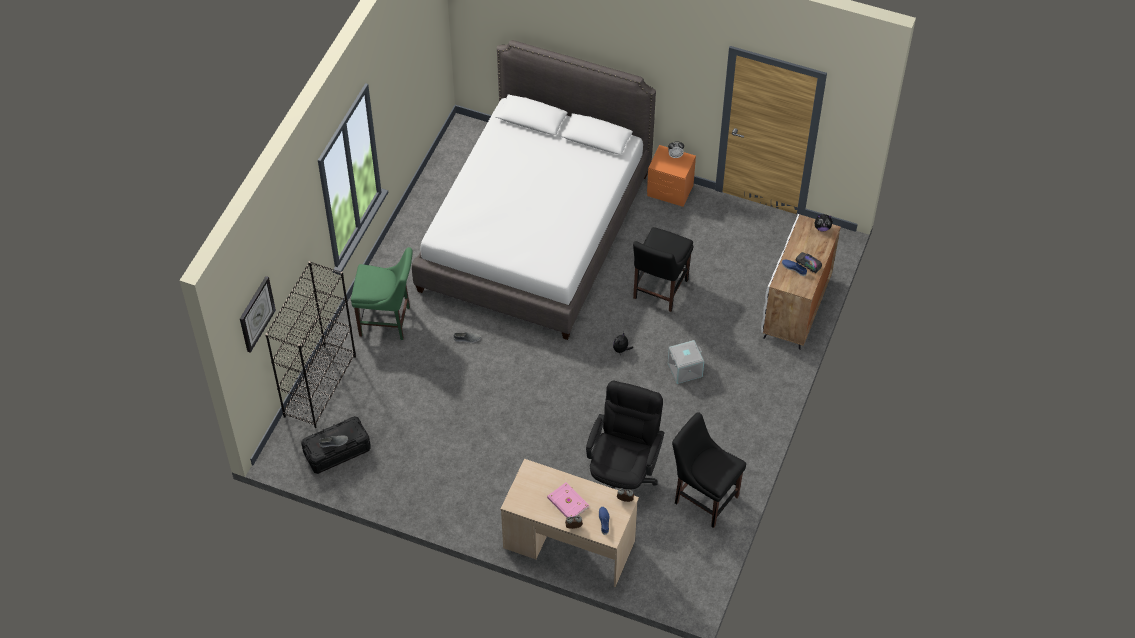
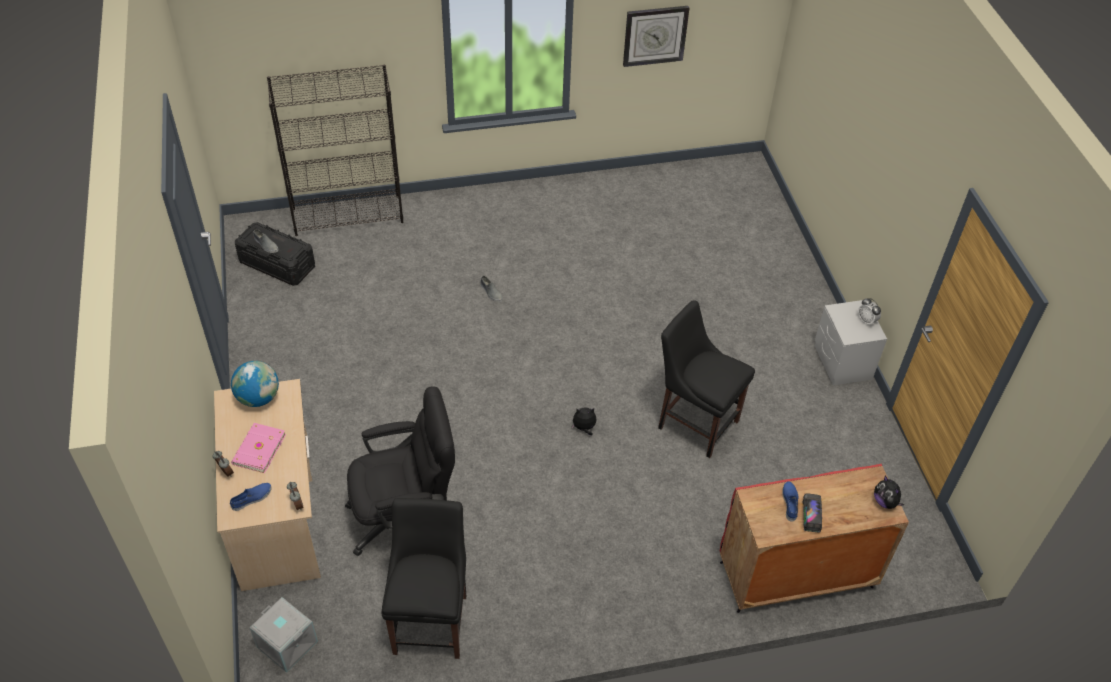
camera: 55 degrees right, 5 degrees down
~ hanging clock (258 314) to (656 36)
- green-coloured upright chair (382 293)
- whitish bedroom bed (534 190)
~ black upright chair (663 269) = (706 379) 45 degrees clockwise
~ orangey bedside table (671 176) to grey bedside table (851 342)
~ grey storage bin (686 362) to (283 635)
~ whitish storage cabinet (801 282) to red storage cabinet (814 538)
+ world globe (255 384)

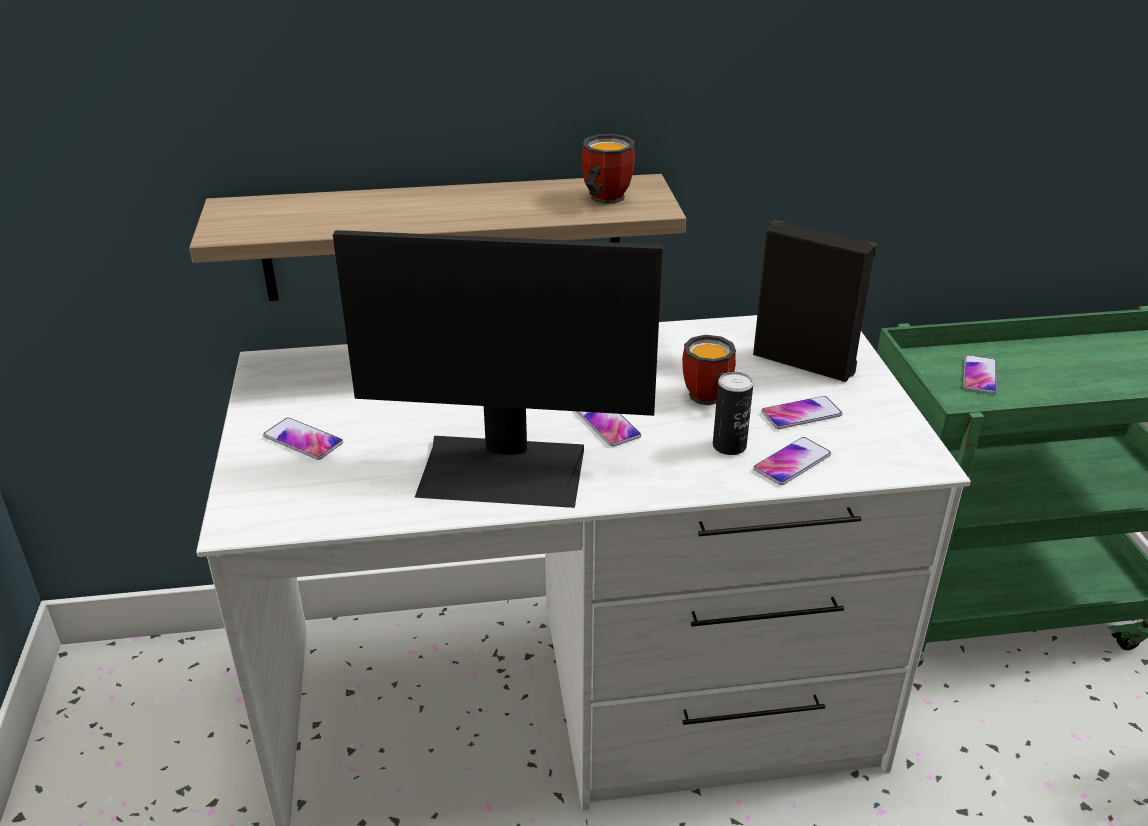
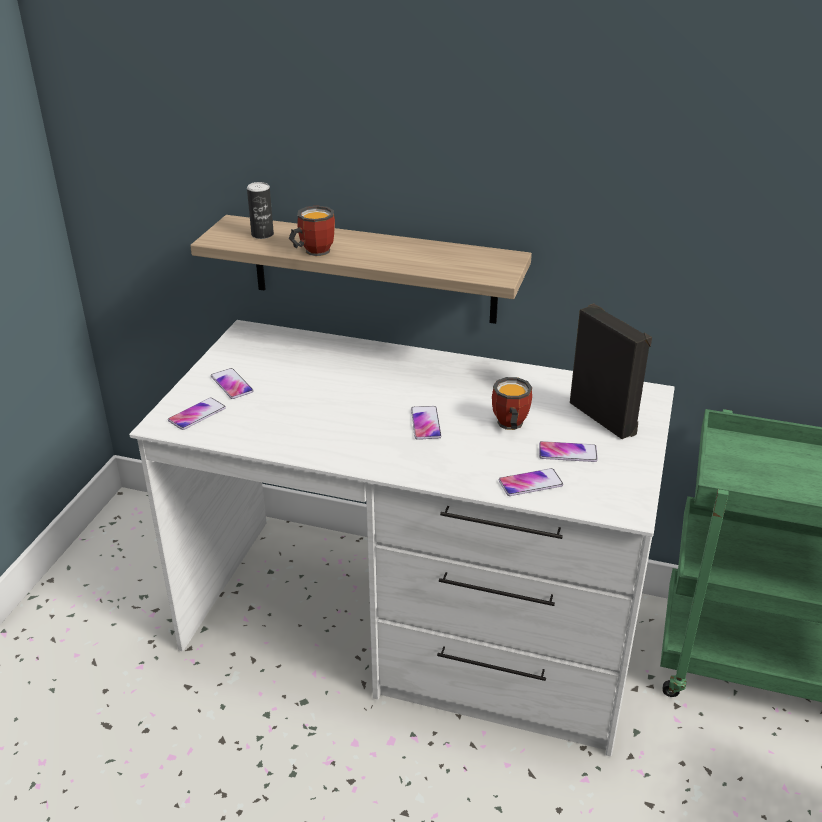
camera: 25 degrees right, 0 degrees up
- monitor (498 369)
~ tea mug (608 169) to (312 230)
~ metal can (733 413) to (260 210)
~ handset (980 374) to (197 413)

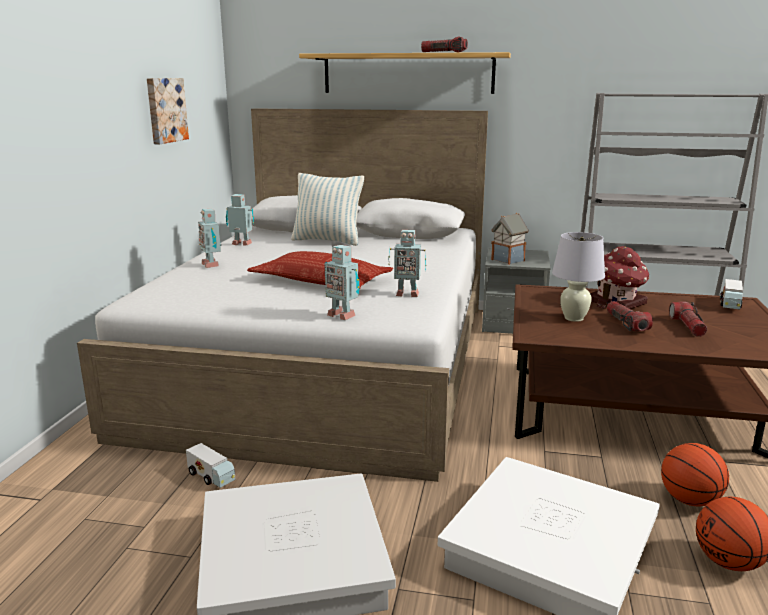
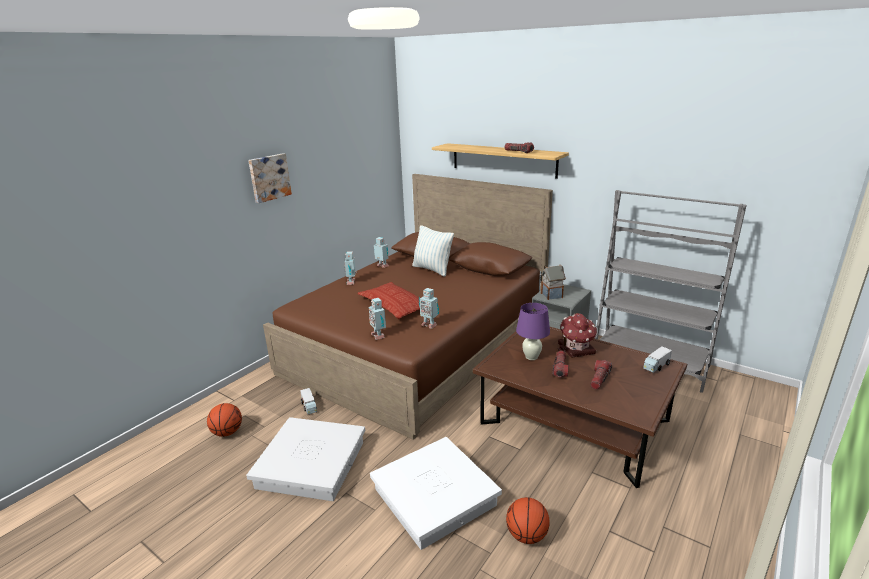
camera: 25 degrees right, 5 degrees up
~ whitish bedroom bed (282 295) to brown-coloured bedroom bed (408 307)
~ picture (168 111) to (270 178)
~ whitish tabletop lamp (578 277) to purple-coloured tabletop lamp (533 331)
~ basketball (695 474) to (224 420)

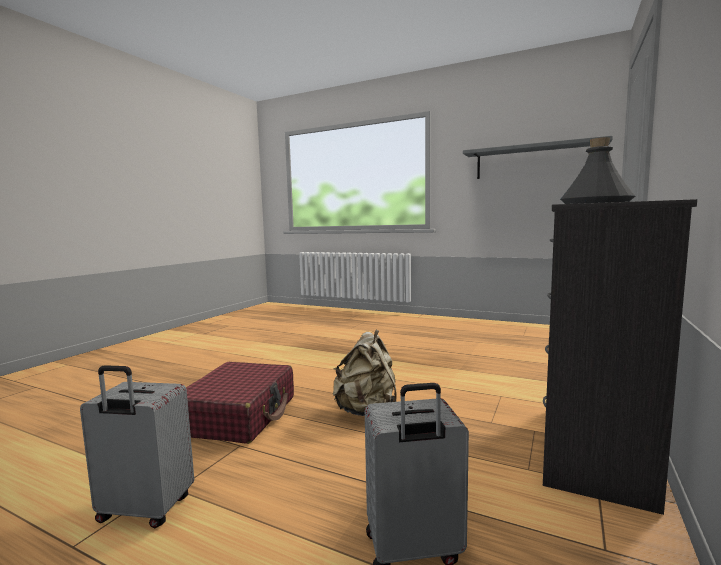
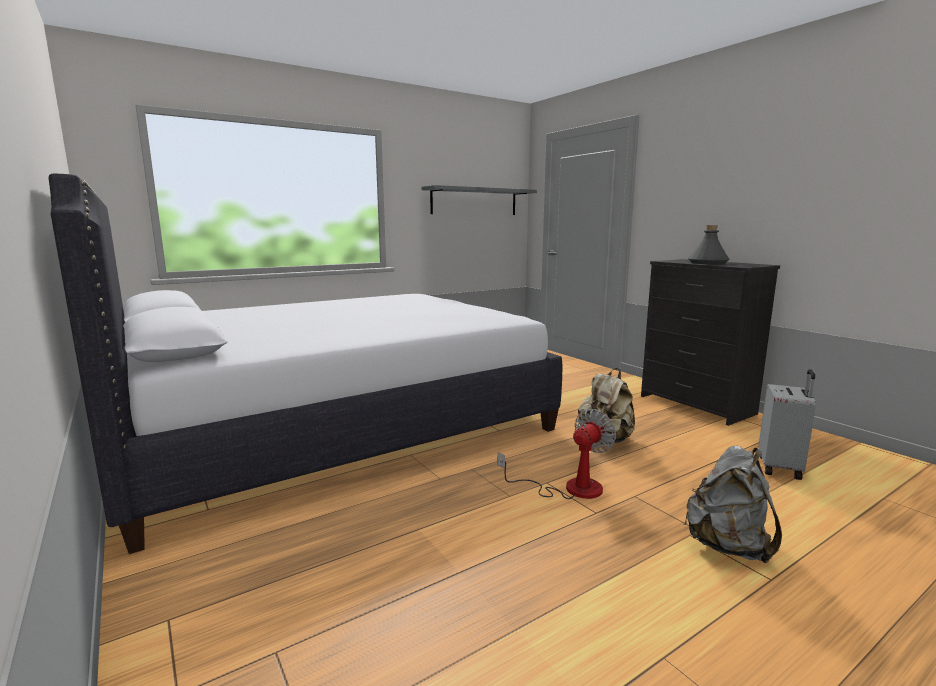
camera: 60 degrees left, 5 degrees up
~ grey travel case (137 446) to grey knapsack (733 504)
~ red travel case (240 403) to electric fan (556 454)
+ whitish bedroom bed (305 363)

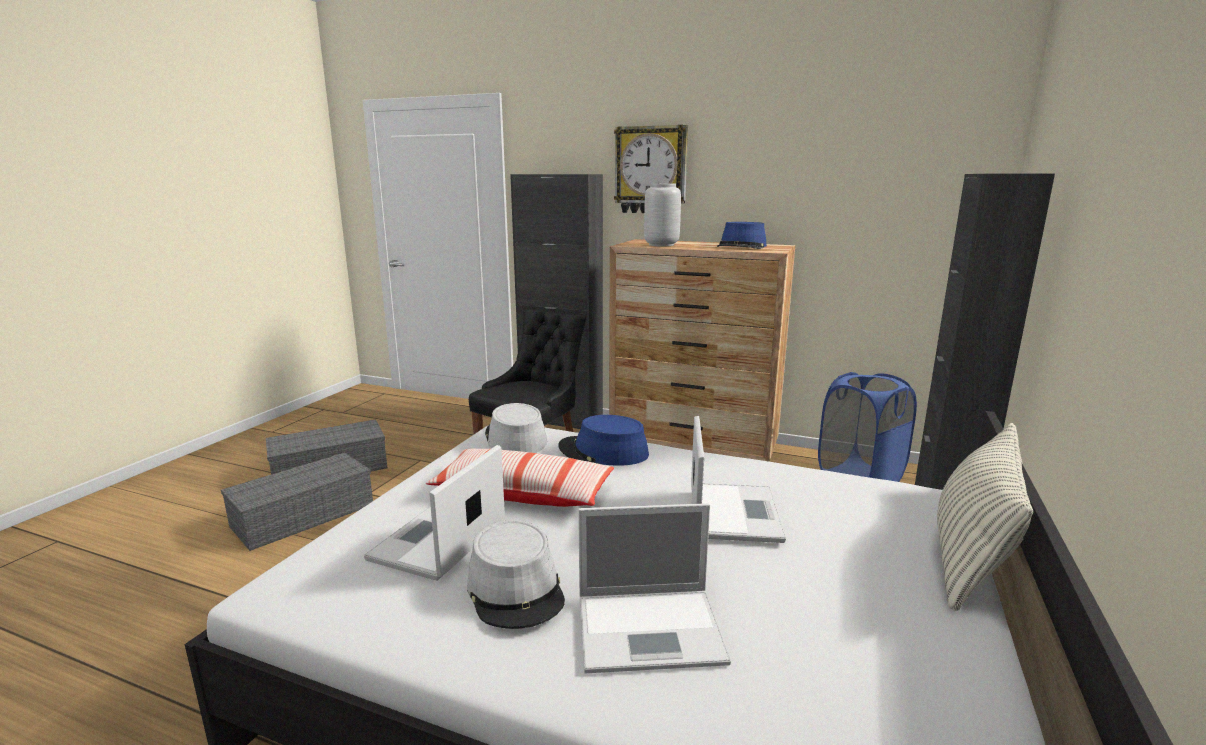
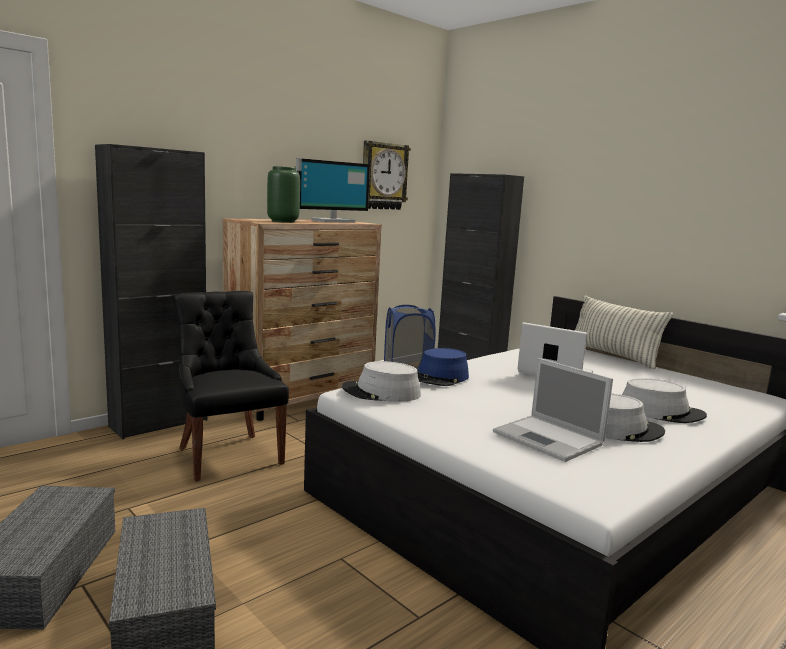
camera: 65 degrees left, 5 degrees down
- pillow (520 478)
~ notebook computer (654 588) to grey clothing hat (664 400)
~ hanging clock (651 169) to (387 175)
~ grey vase (662 215) to green-coloured vase (283 194)
~ bluish clothing hat (742 235) to monitor (333 190)

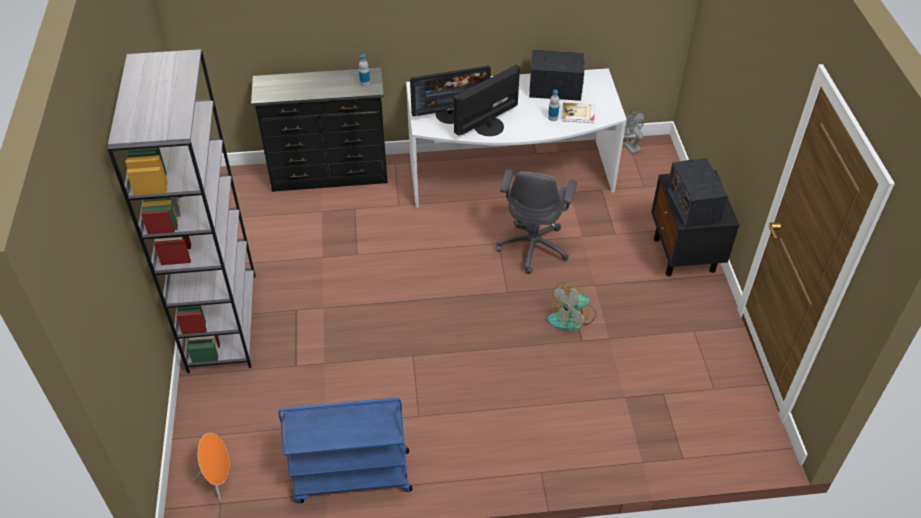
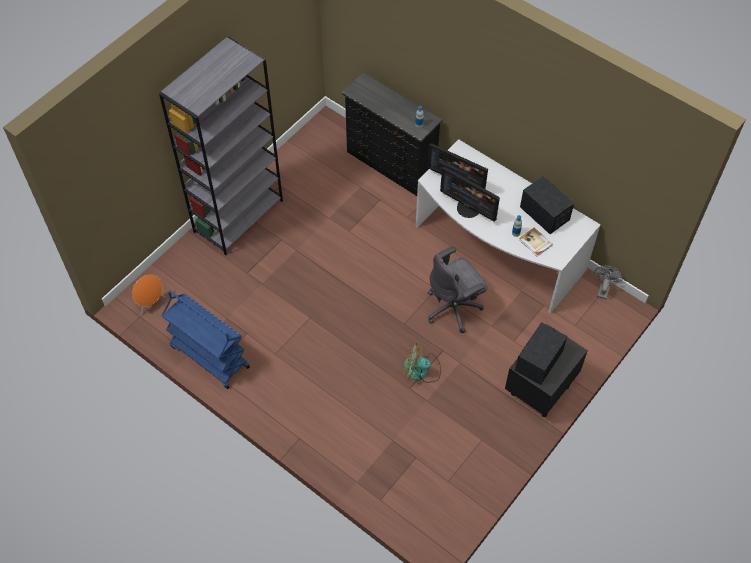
camera: 45 degrees right, 10 degrees up
~ monitor (487 100) = (470 194) 150 degrees counterclockwise

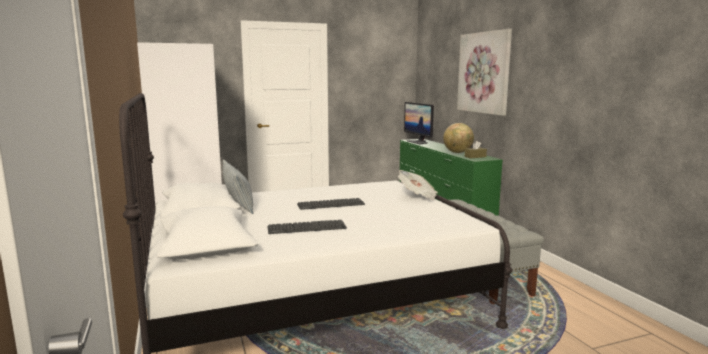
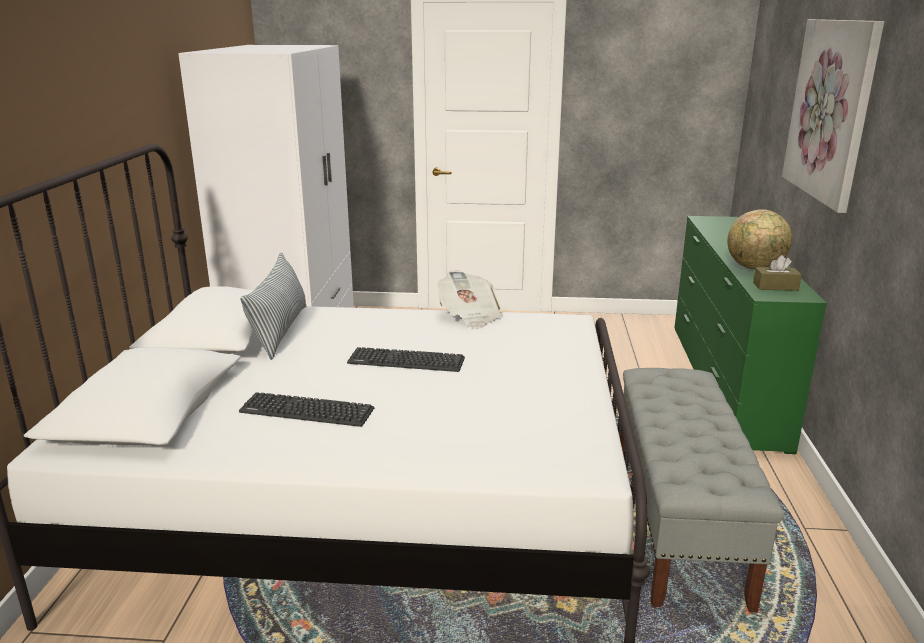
camera: 25 degrees right, 10 degrees up
~ daily paper (418 185) to (470 299)
- monitor (419 123)

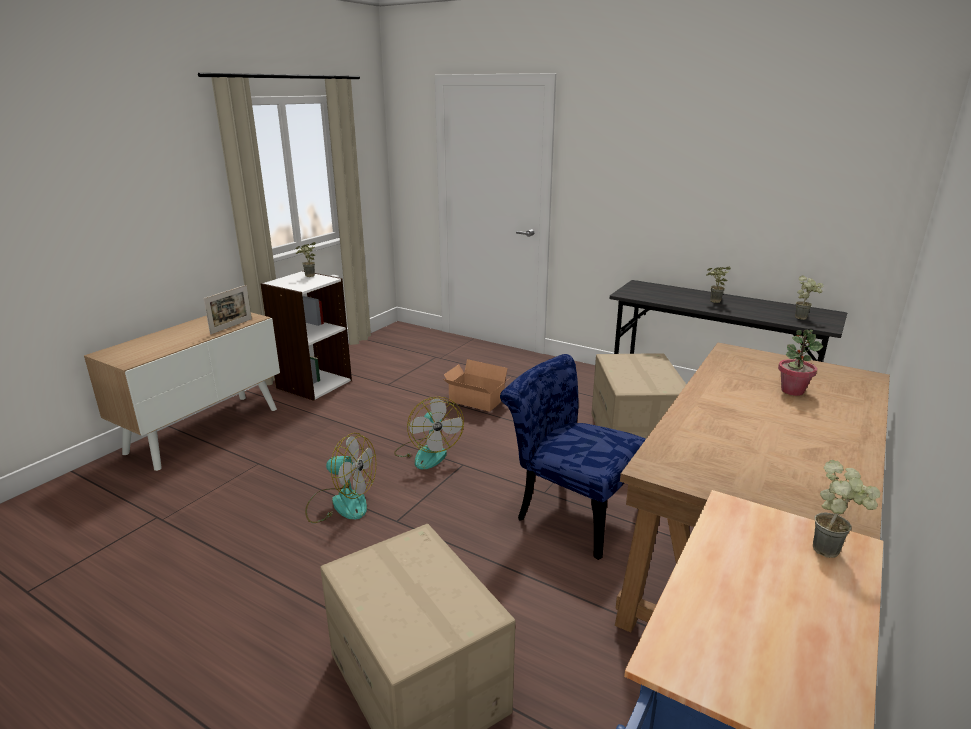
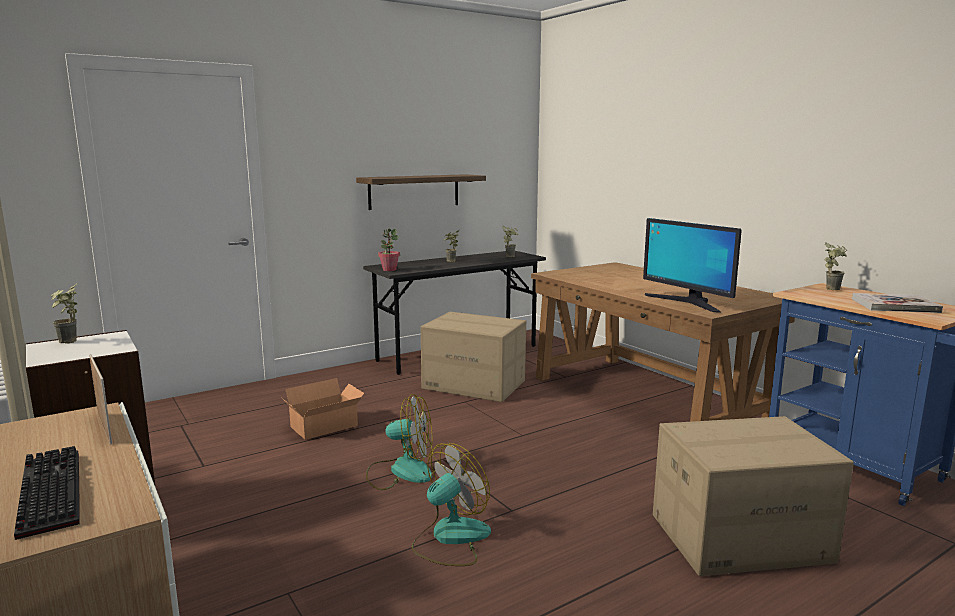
camera: 65 degrees left, 10 degrees down
- bluish upright chair (573 457)
~ plant in a pot (800 362) to (389 249)
+ computer keyboard (47 493)
+ bracket shelf (421 192)
+ monitor (692 265)
+ book (897 303)

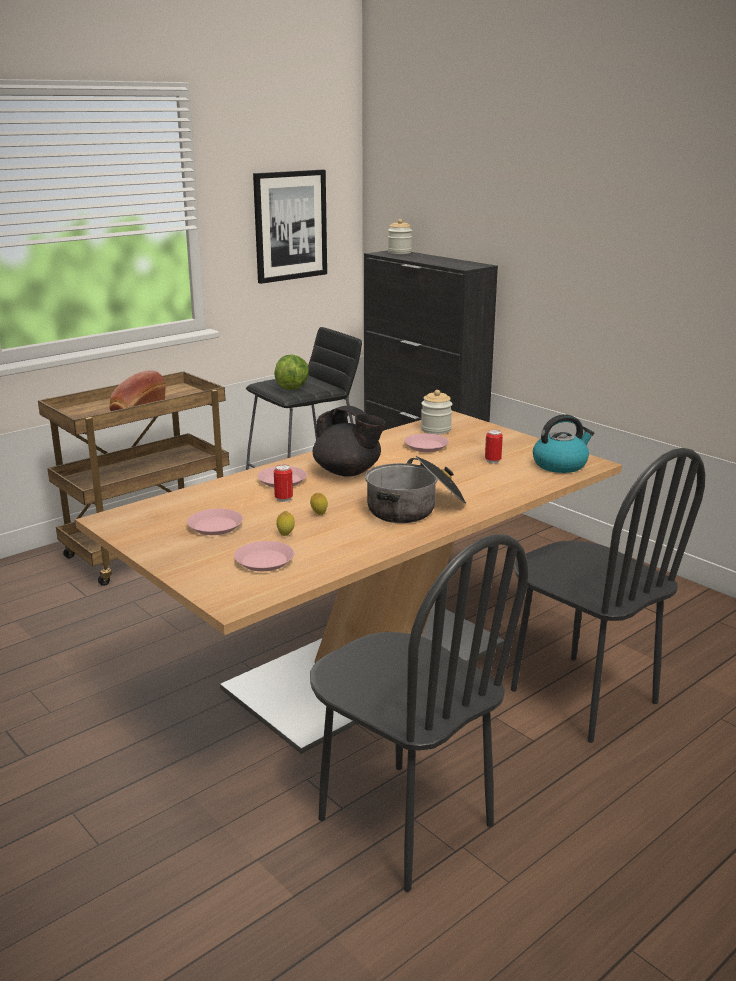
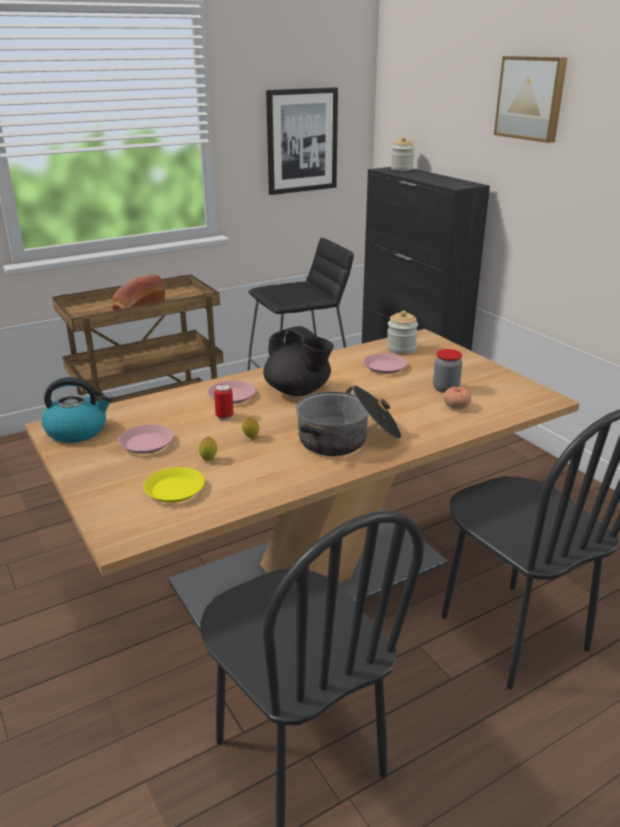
camera: 10 degrees right, 5 degrees up
~ pinkish dinner plate (264 556) to yellow-coloured dinner plate (174 485)
- lettuce head (291 372)
~ metal can (494 446) to storage jar (447 371)
~ tea kettle (563 443) to (77 410)
+ fresh tomato (457 398)
+ picture (530 99)

